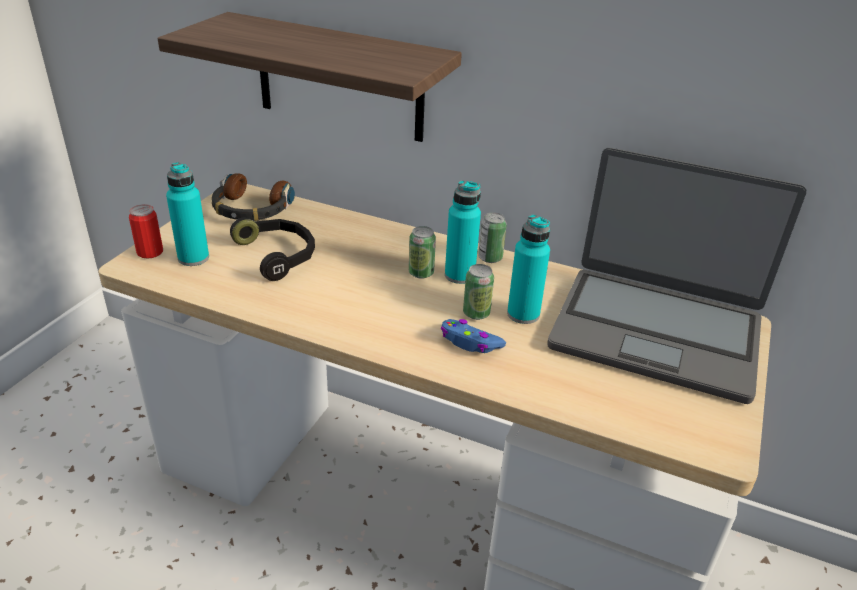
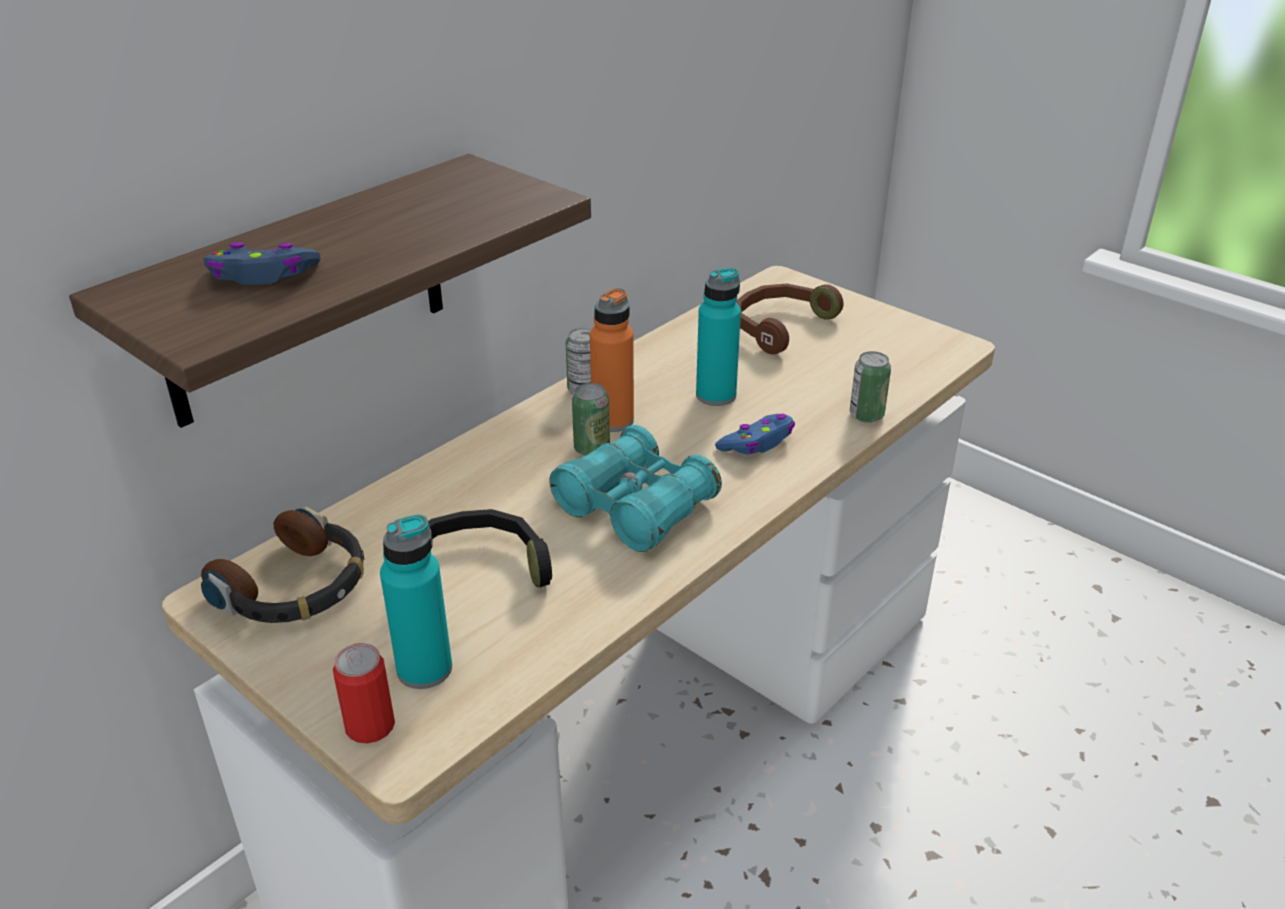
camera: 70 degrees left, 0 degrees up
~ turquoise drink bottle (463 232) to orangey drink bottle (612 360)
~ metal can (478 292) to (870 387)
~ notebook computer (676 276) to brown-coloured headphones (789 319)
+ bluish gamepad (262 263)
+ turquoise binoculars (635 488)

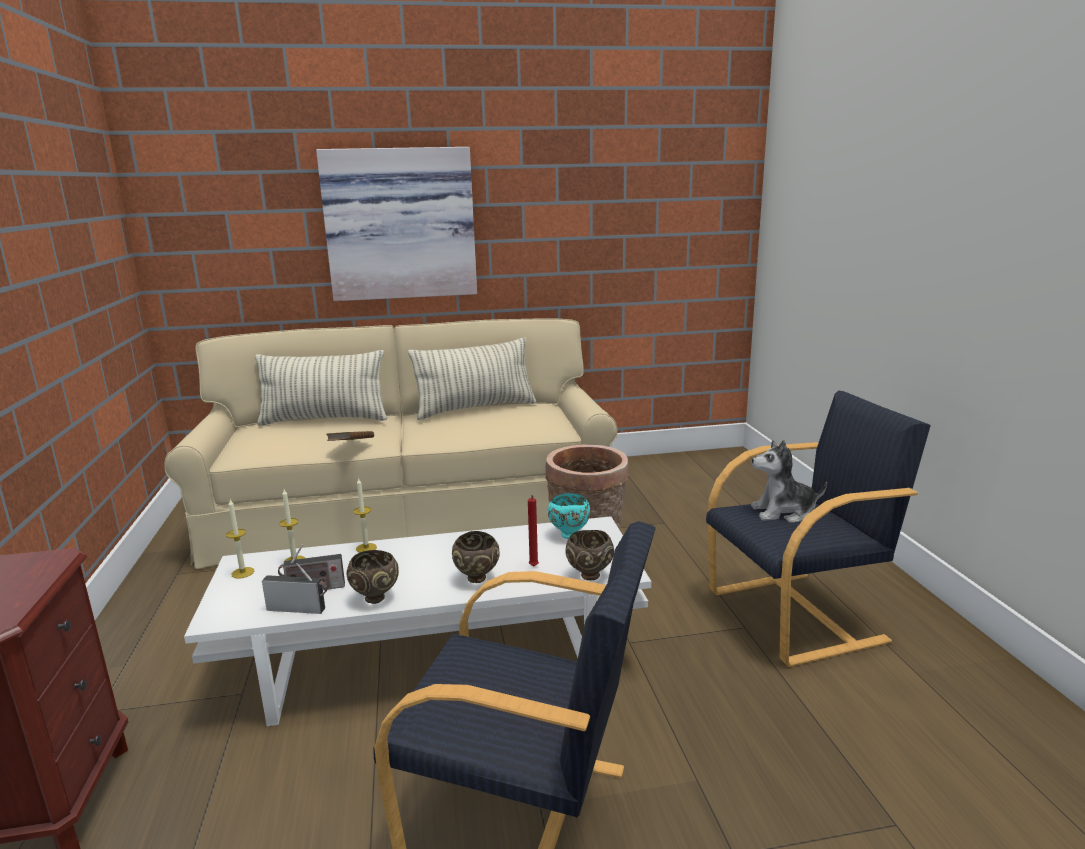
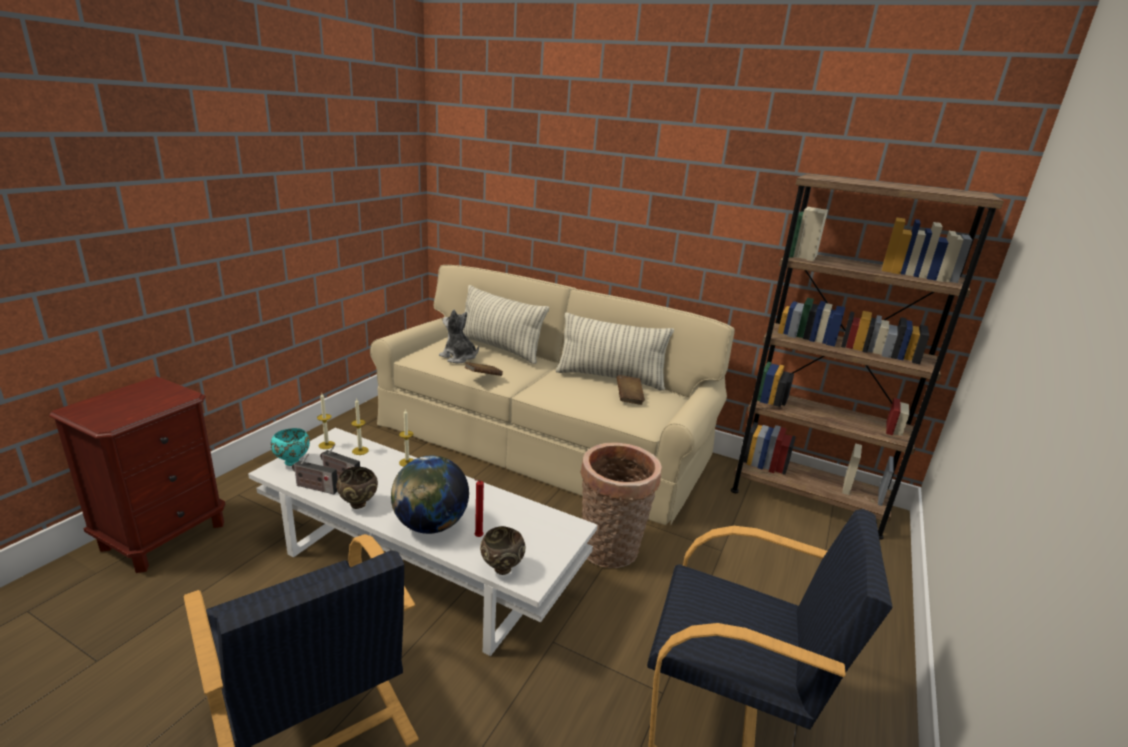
camera: 35 degrees right, 5 degrees up
~ radio receiver (294 588) = (315 473) 150 degrees clockwise
- picture (396 224)
~ brown-coloured deep dish (476 557) to world globe (430 495)
~ turquoise deep dish (569 516) to (290 447)
~ soft toy (789 481) to (459 336)
+ brown-coloured book (631 390)
+ brown-coloured bookcase (867 357)

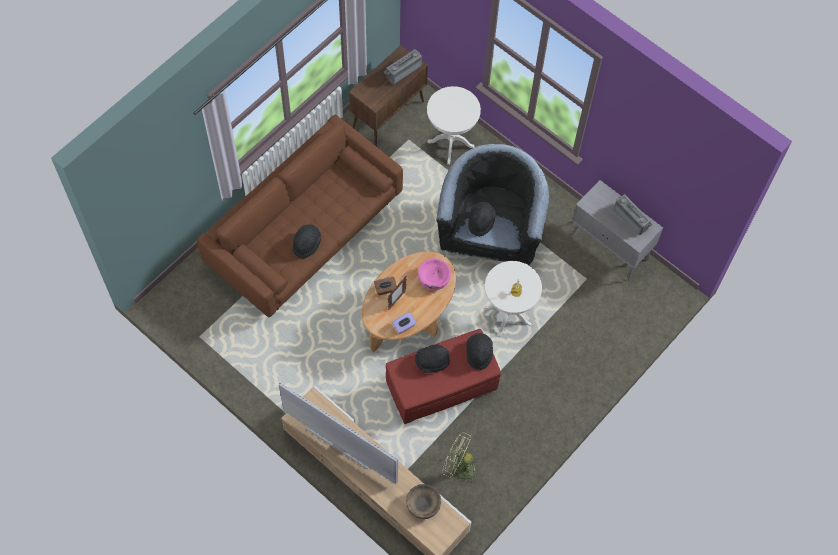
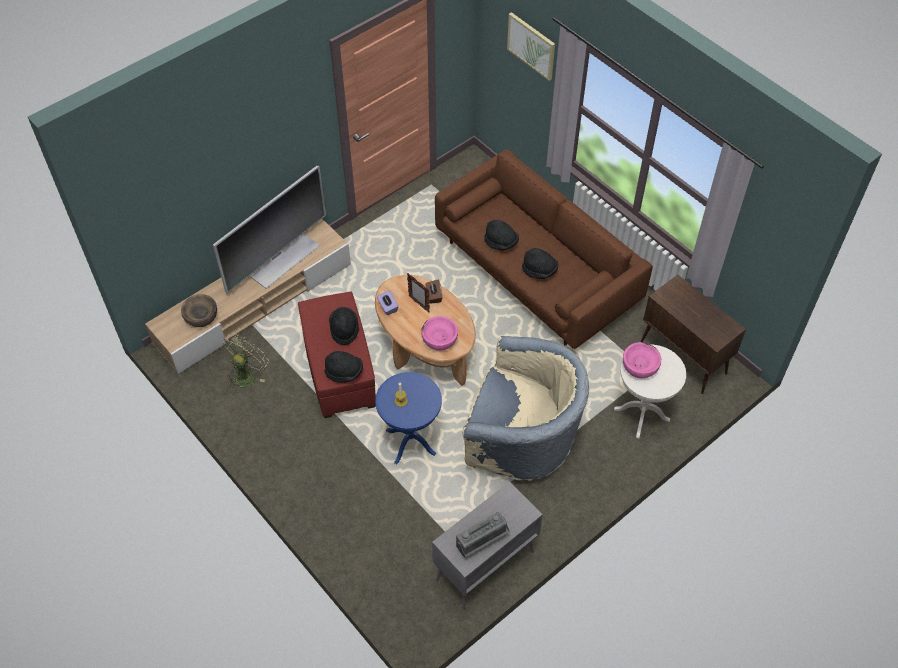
camera: 100 degrees right, 10 degrees down
- radio receiver (403 66)
~ black easy chair (492 204) to sand-coloured easy chair (525 408)
~ black clothing hat (482 219) to (540 263)
~ whitish side table (513 299) to bluish side table (408 418)
+ picture (531 46)
+ pinkish deep dish (642 360)

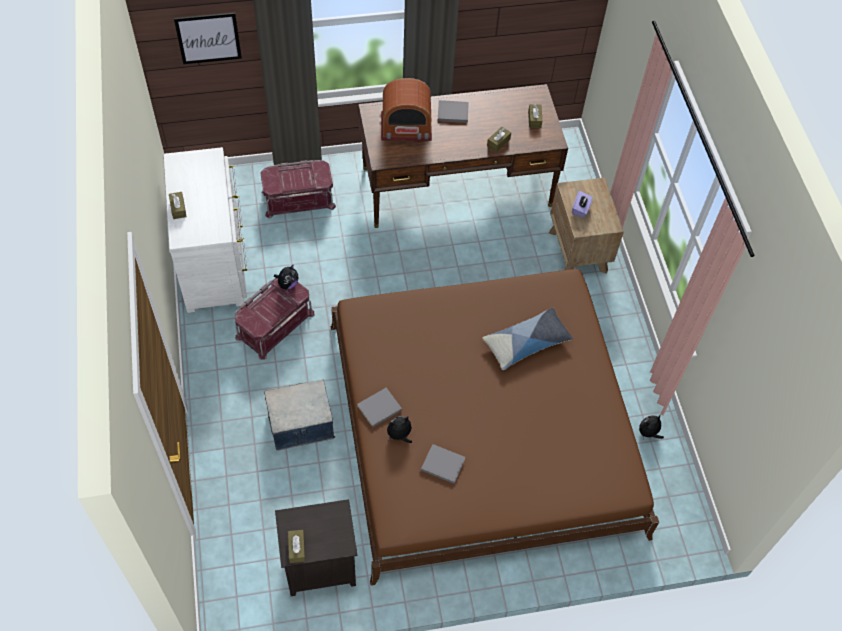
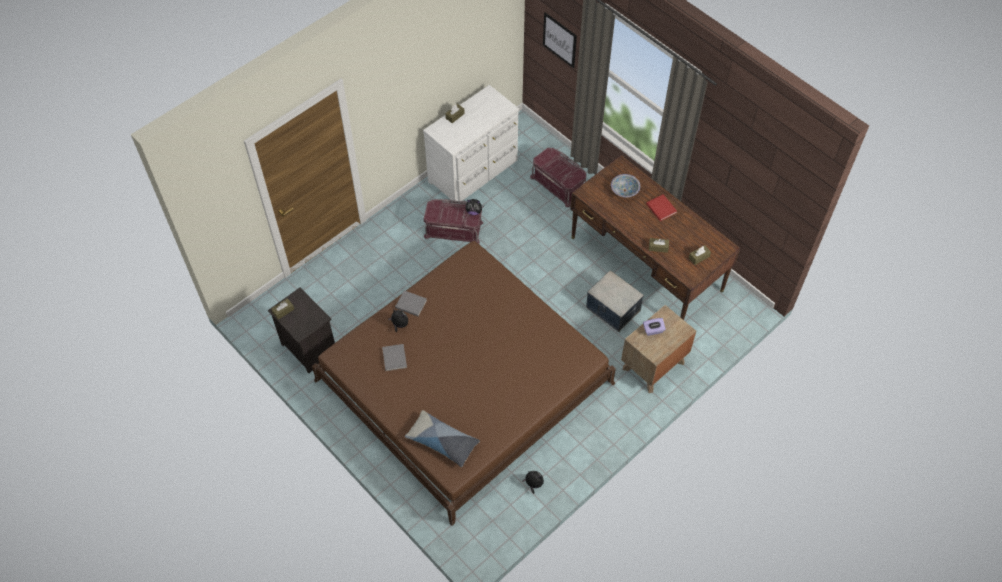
camera: 60 degrees right, 0 degrees up
~ storage bin (299 414) to (615 301)
~ radio receiver (406 109) to deep dish (625 185)
~ grey book (453 111) to red book (661 207)
~ pillow (527 338) to (442 438)

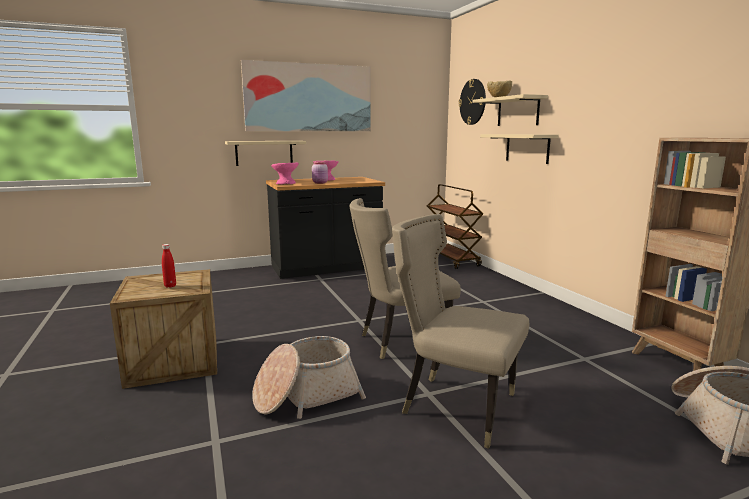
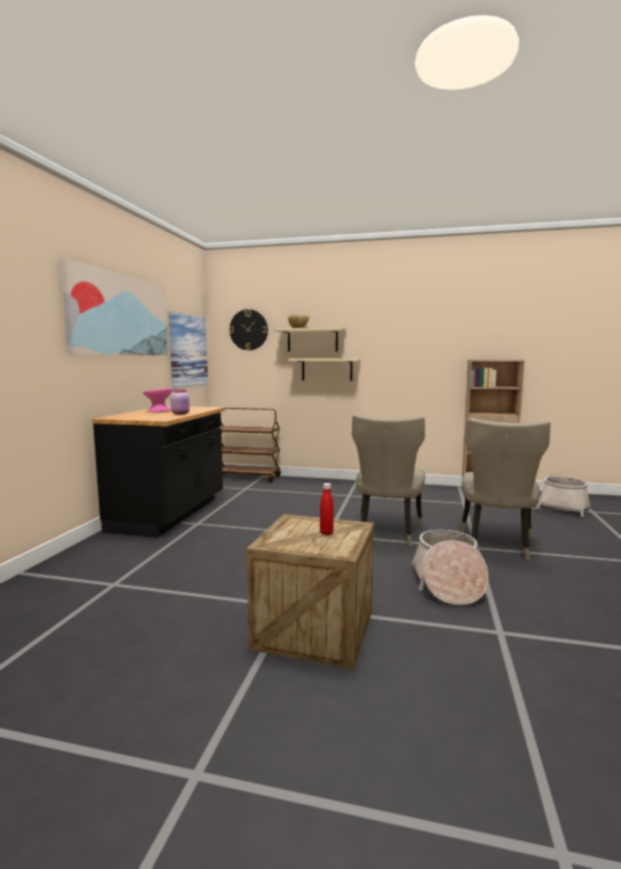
camera: 55 degrees left, 5 degrees down
- sand-coloured bracket shelf (265 153)
- pinkish deep dish (285 173)
~ sand-coloured upright chair (460 331) = (506 489) 45 degrees counterclockwise
+ picture (188 350)

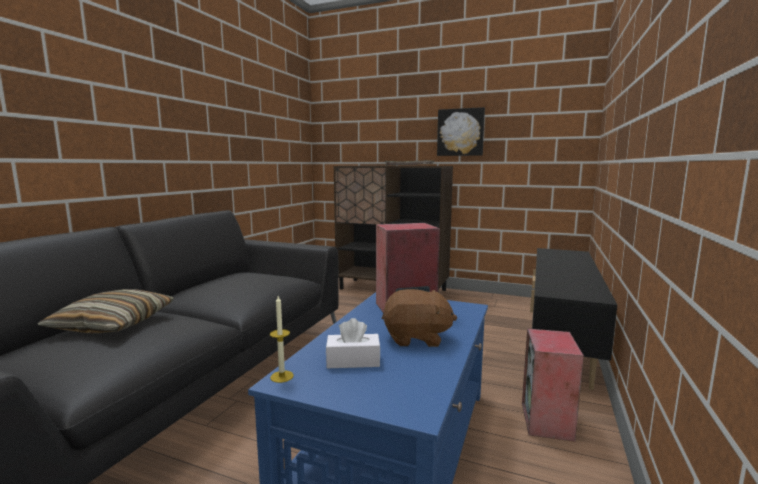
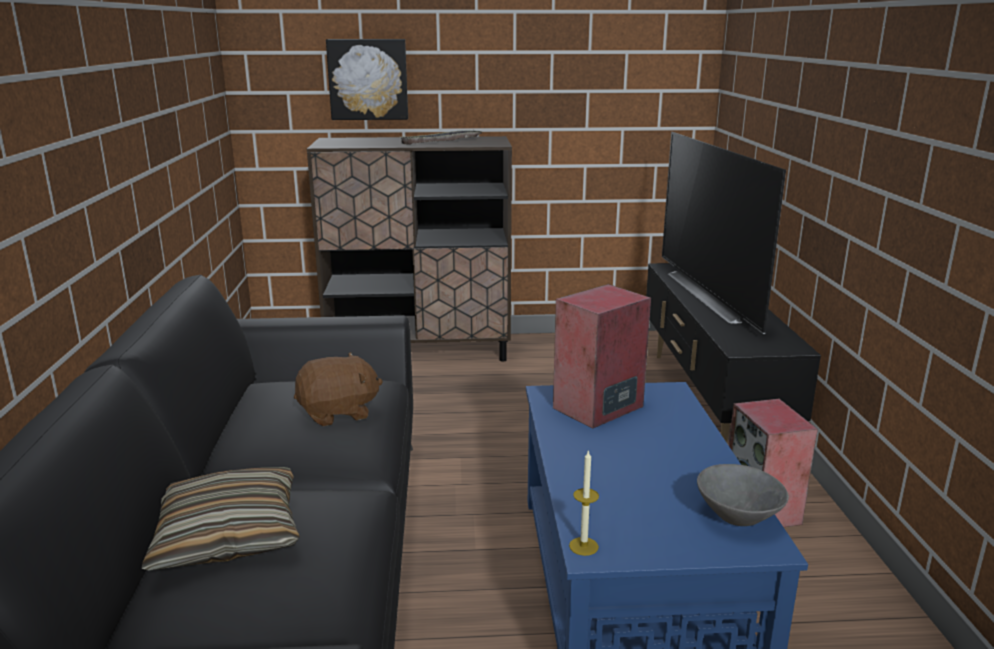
camera: 25 degrees left, 10 degrees up
- whitish box of tissues (353 343)
~ brown-coloured soft toy (419 318) to (338 389)
~ picture (461 131) to (367 79)
+ TV set (724 233)
+ grey deep dish (743 495)

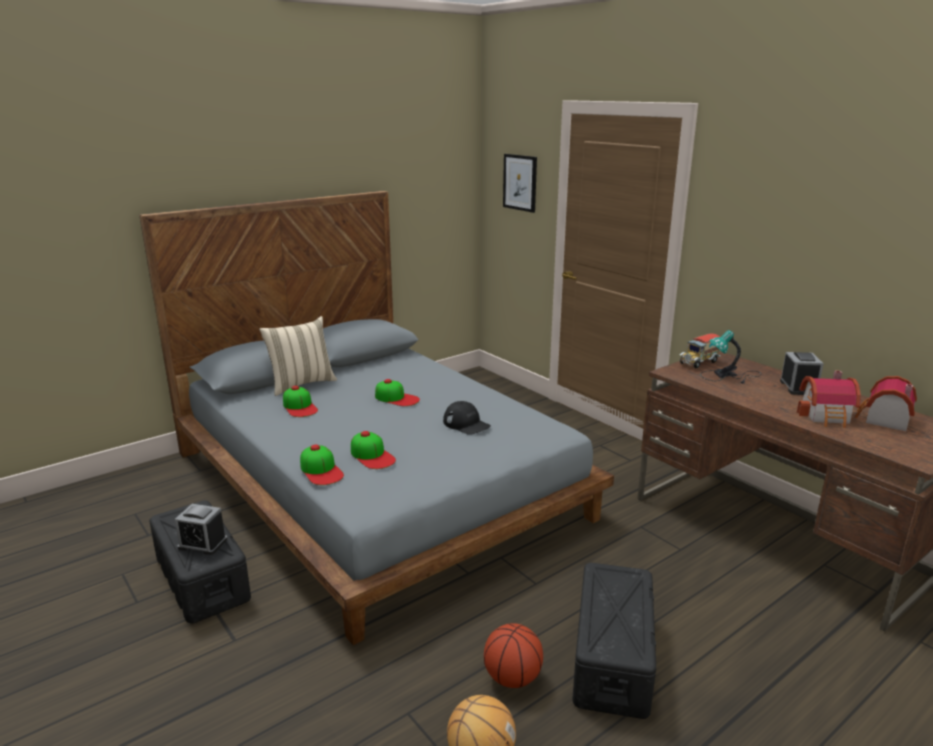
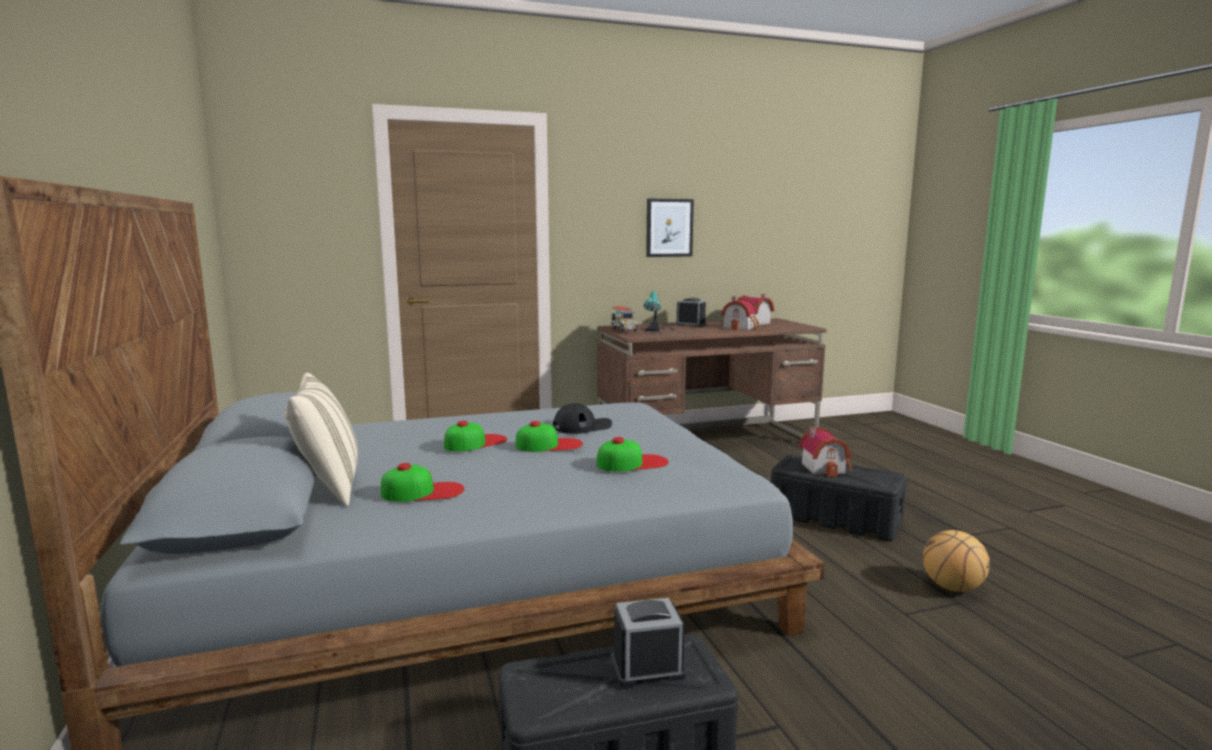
camera: 70 degrees left, 10 degrees down
~ table clock (201 529) = (648 642) 135 degrees counterclockwise
~ peaked cap (322 465) to (549 436)
- basketball (513 655)
~ picture (520 183) to (670 228)
+ model house (825 452)

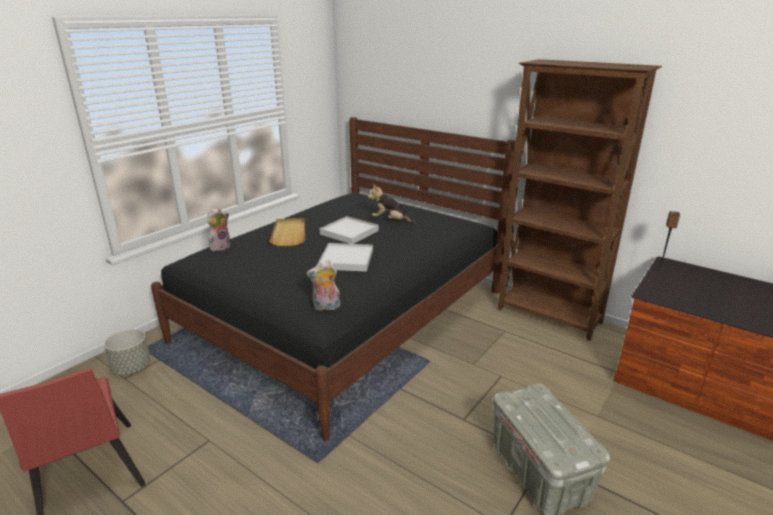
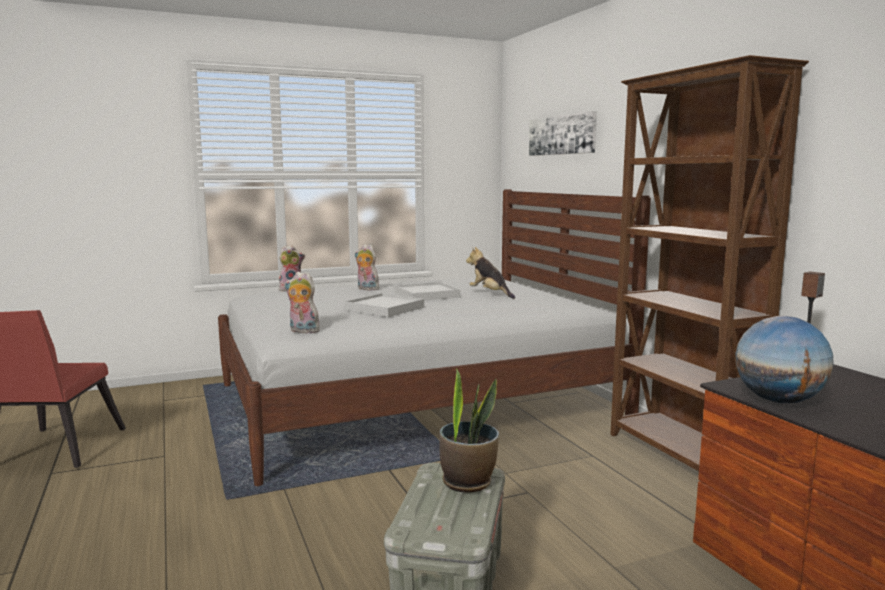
camera: 30 degrees right, 15 degrees down
- grey plant pot (127 352)
~ black bedroom bed (333 279) to whitish bedroom bed (434 337)
~ sand-coloured tray (287 232) to soft toy (367 267)
+ plant in a pot (469 430)
+ picture (563 133)
+ world globe (784 359)

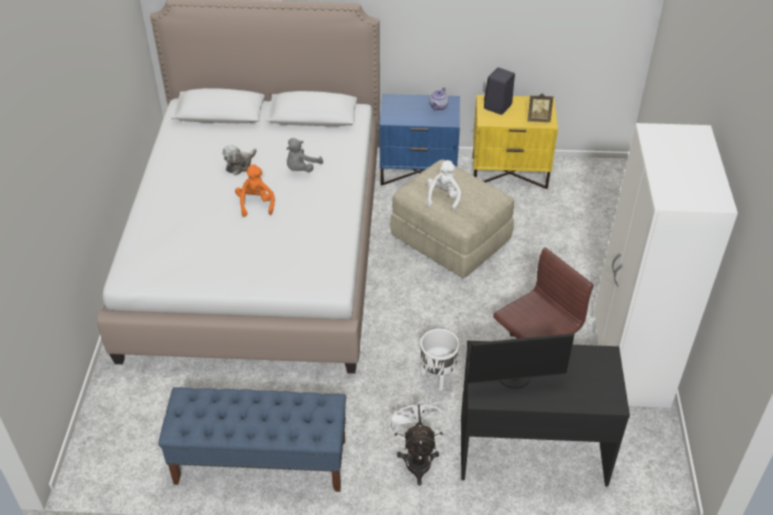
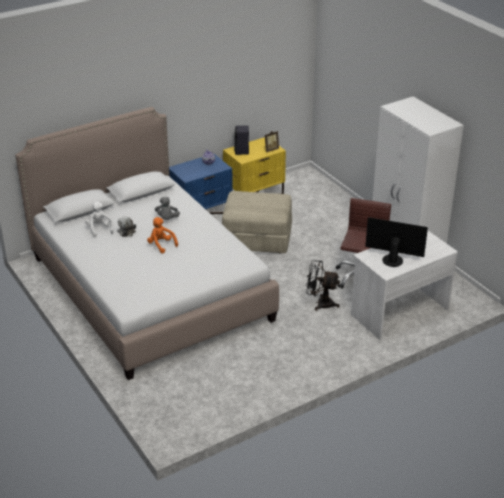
camera: 35 degrees left, 10 degrees down
- bluish long seat (252 439)
- whitish electric fan (419 440)
~ whitish plant pot (440 360) to black electric fan (323 285)
~ whitish soft toy (444 185) to (99 219)
~ black desk unit (545 413) to whitish desk unit (404 285)
~ monitor (521 361) = (396 242) 120 degrees counterclockwise

